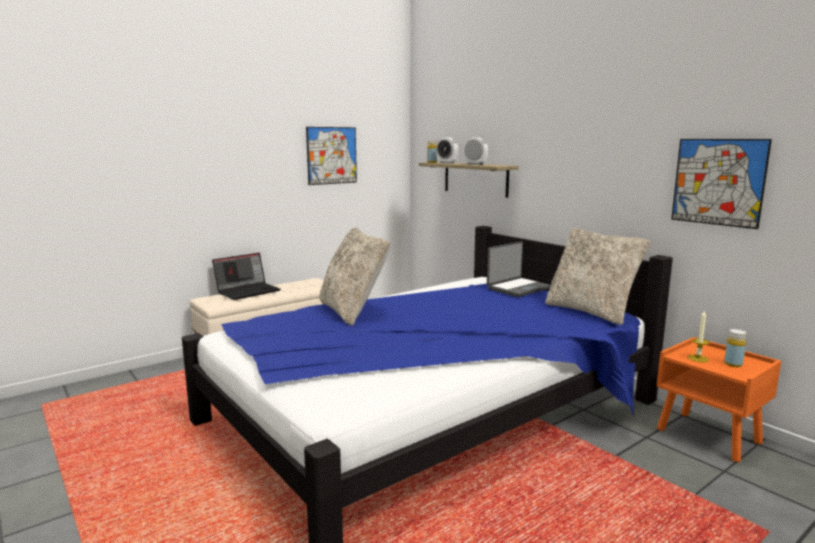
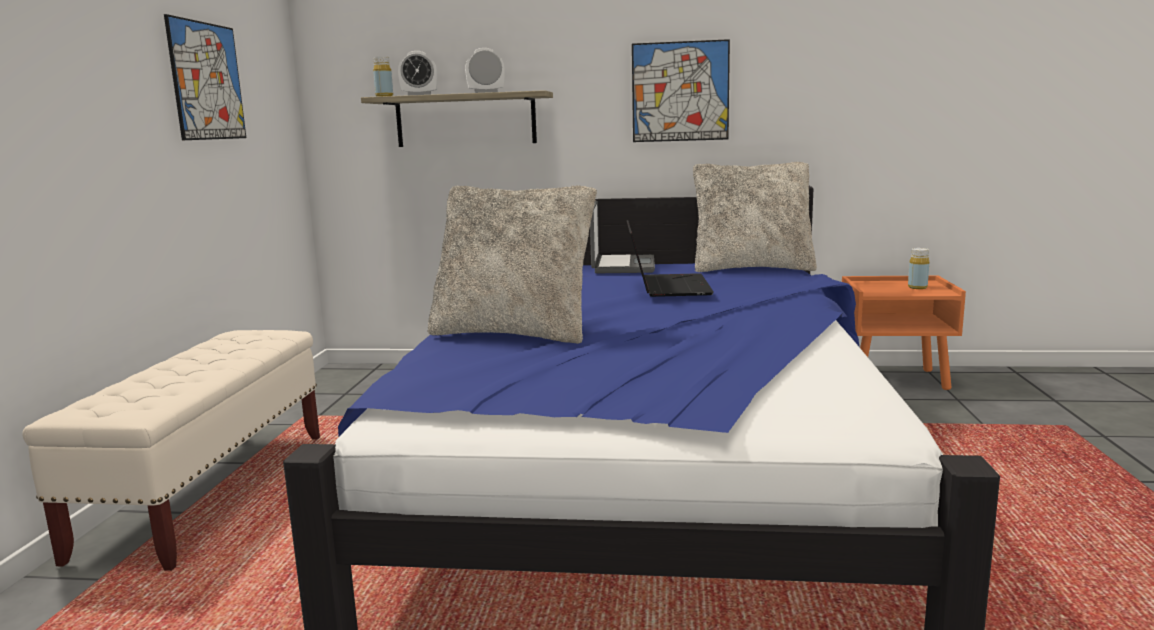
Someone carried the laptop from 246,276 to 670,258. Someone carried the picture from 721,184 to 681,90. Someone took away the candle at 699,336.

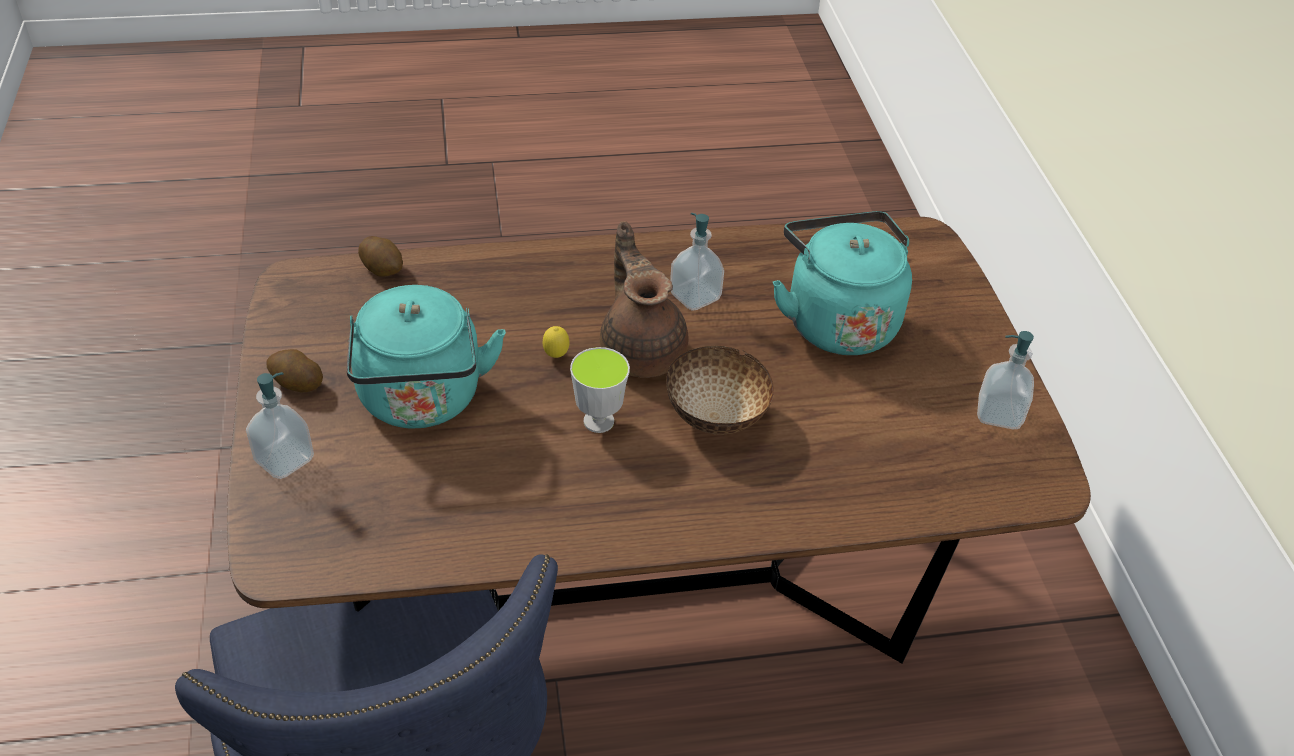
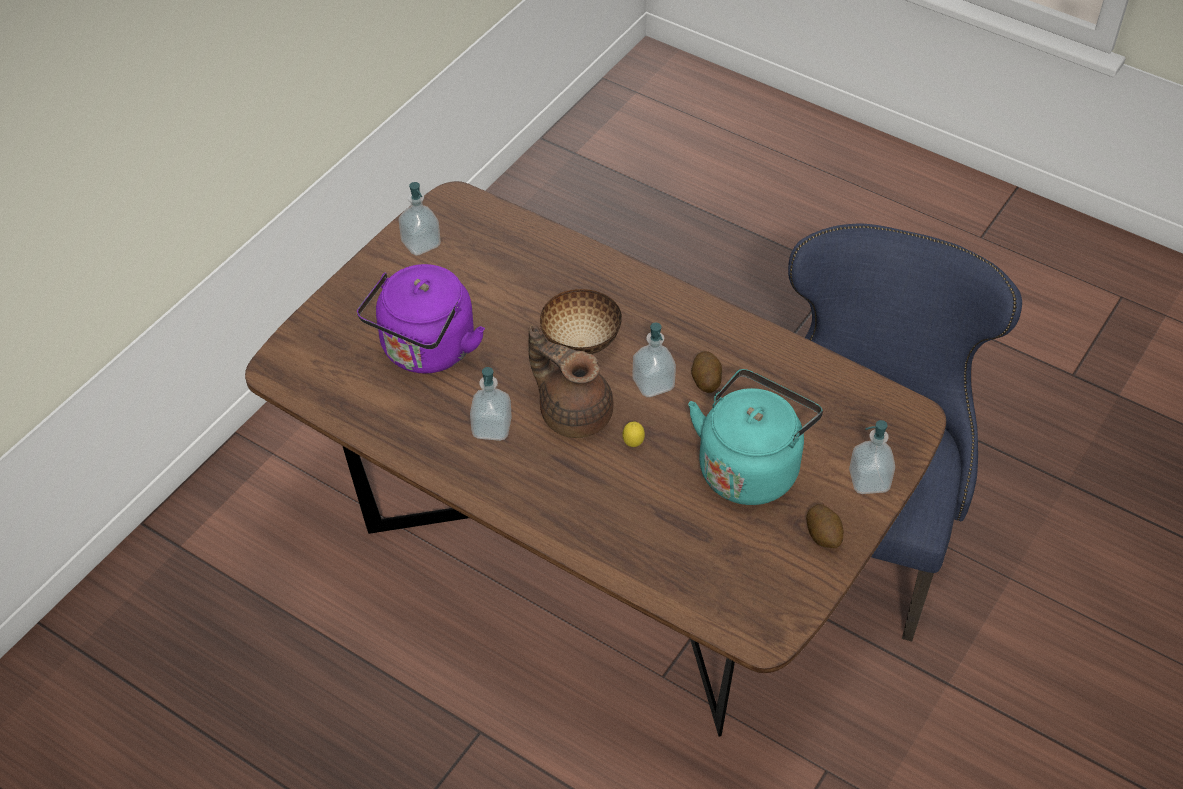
Someone carried the potato from 380,256 to 706,372. Someone swapped the cup at 600,390 for the soap_dispenser at 654,359. Someone rotated the brown_teapot at 644,299 by 105 degrees clockwise. Someone repainted the turquoise_kettle at 842,283, which became the purple_kettle at 421,318.

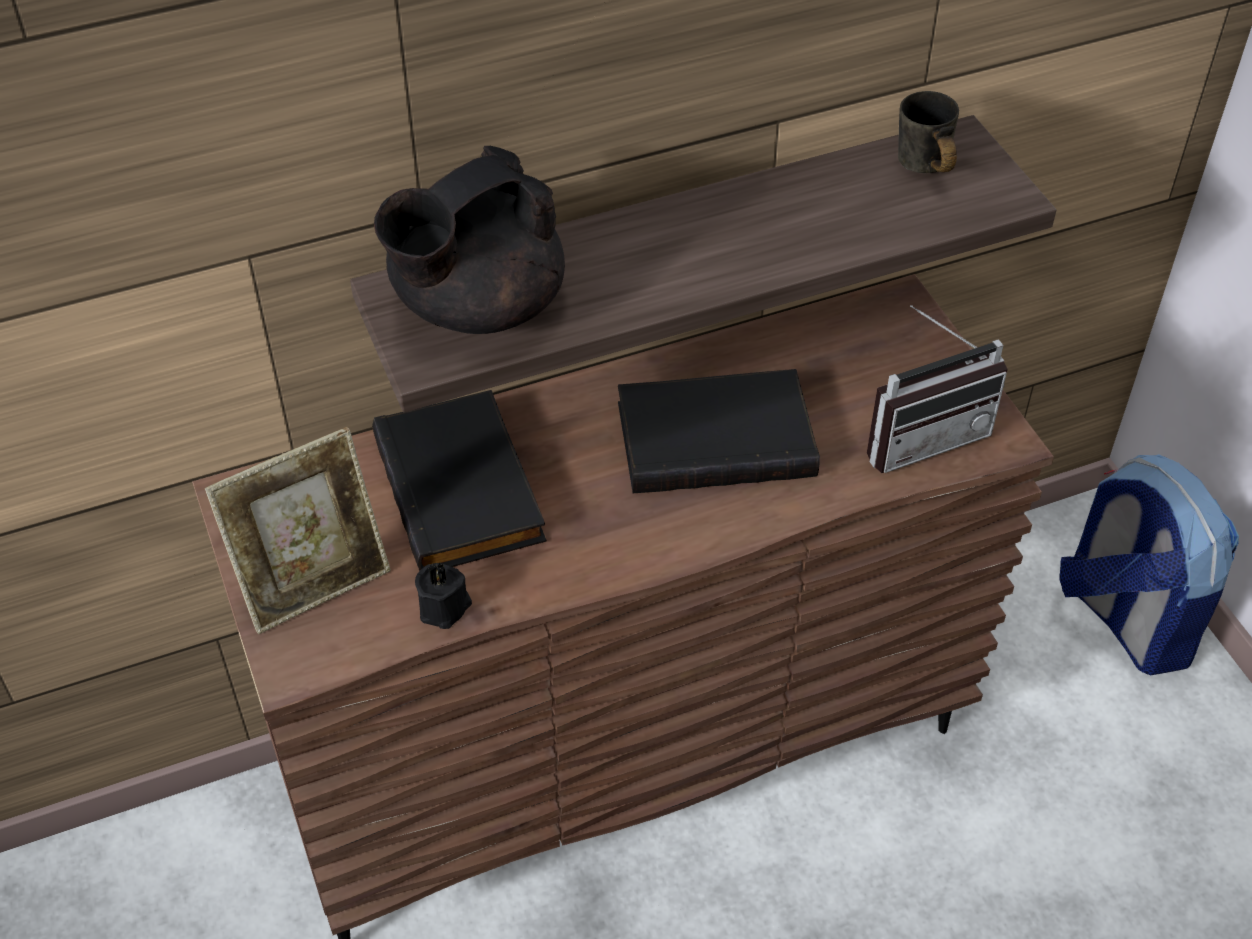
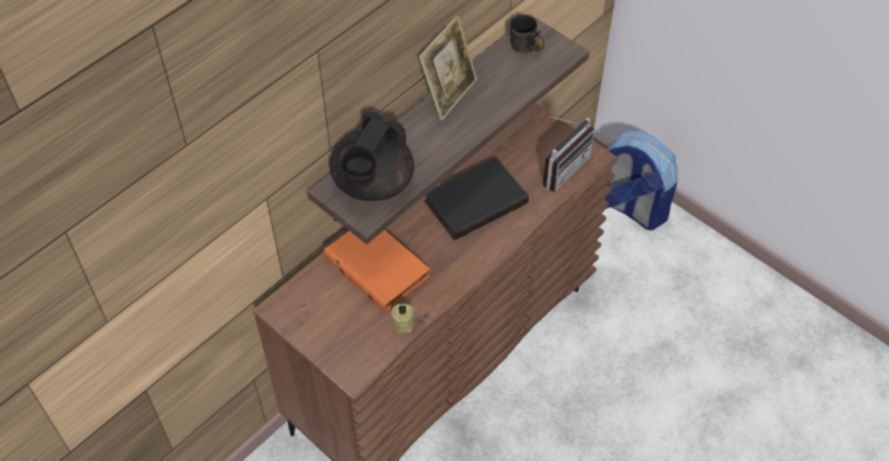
Someone carried the picture_frame from 298,530 to 448,68. Someone repainted the black_book at 459,480, which became the orange_book at 377,271. Someone repainted the black_candle at 443,595, which became the beige_candle at 403,318.

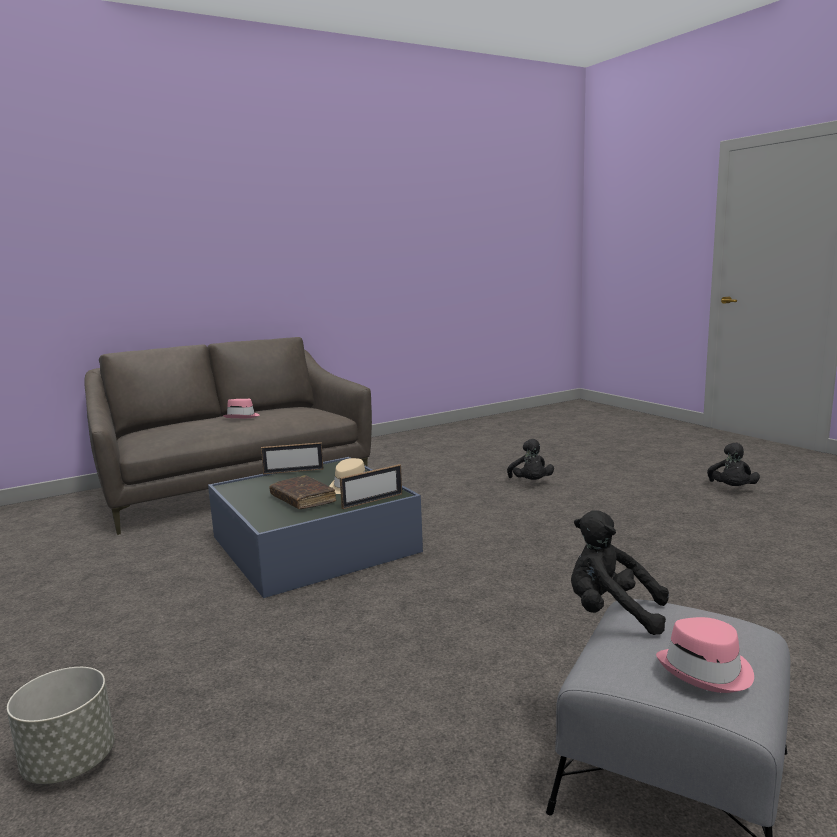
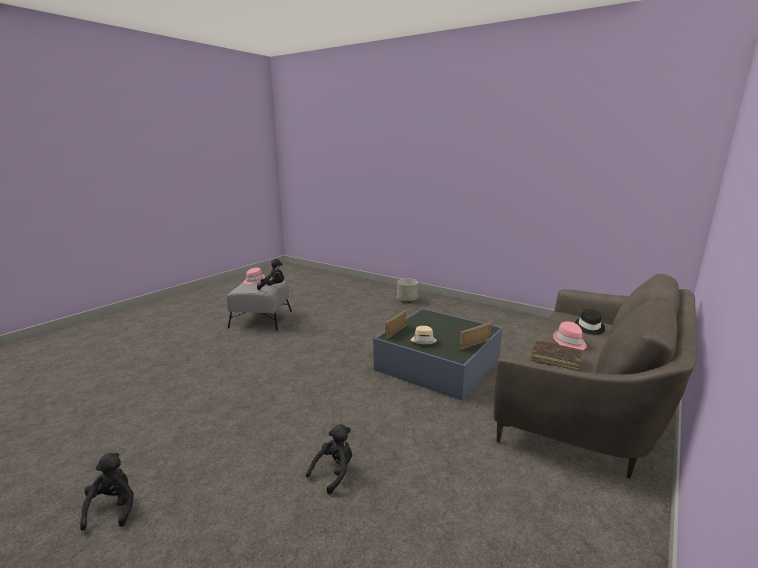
Someone carried the brown_book from 303,492 to 556,355. Someone rotated the black_plush_toy at 530,459 by 75 degrees clockwise. Someone put down the black_hat at 590,322.

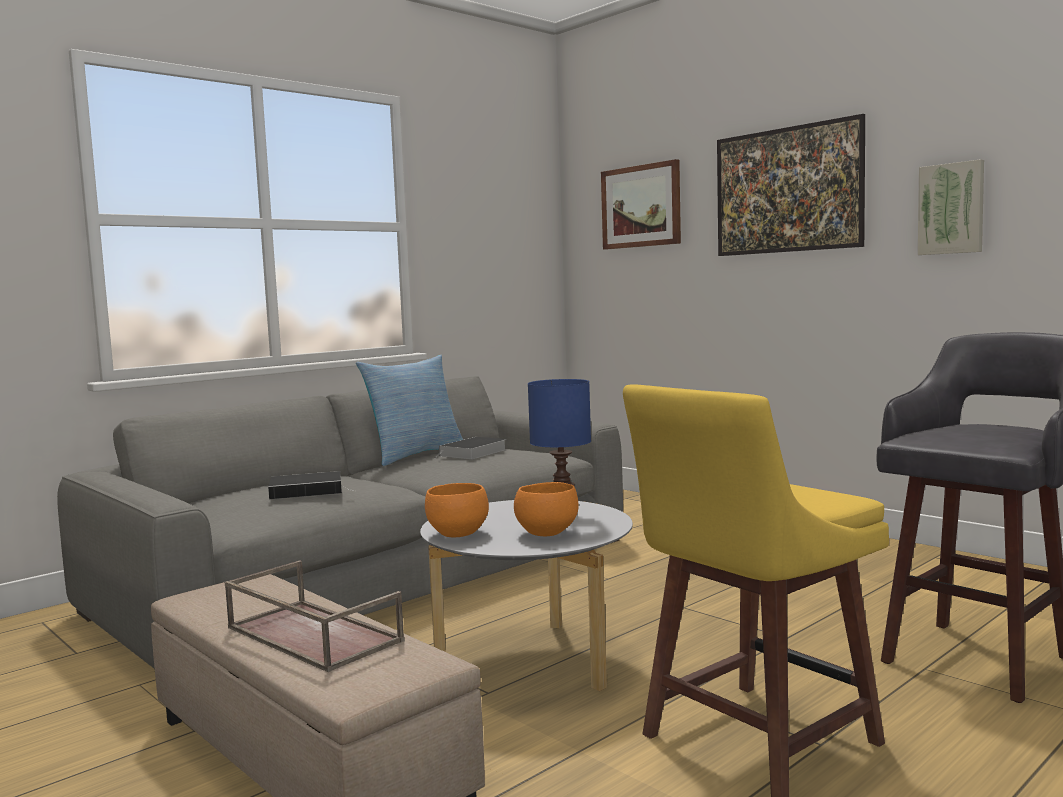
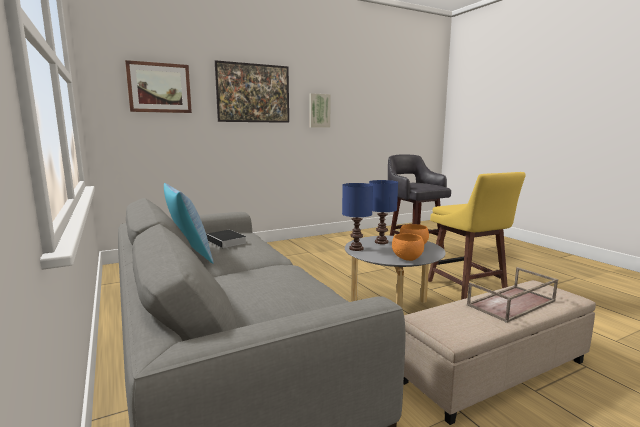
Someone took away the book at 311,485. Someone put down the blue_table_lamp at 357,217.

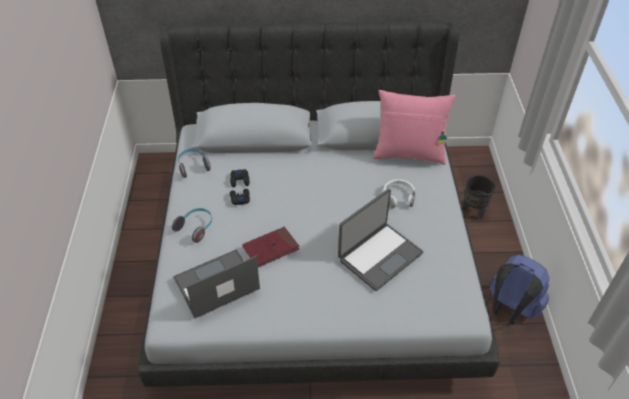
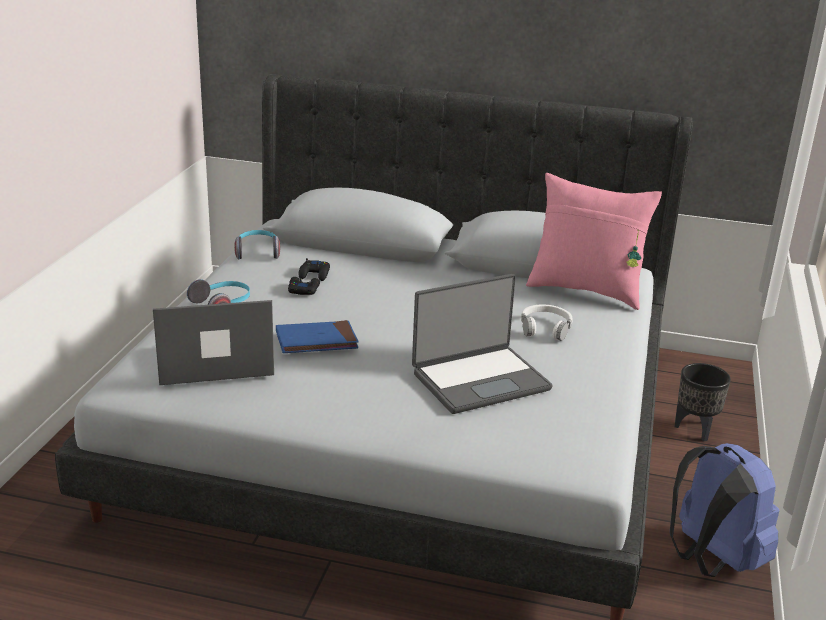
Someone repainted the red_book at 271,247, which became the blue_book at 317,336.

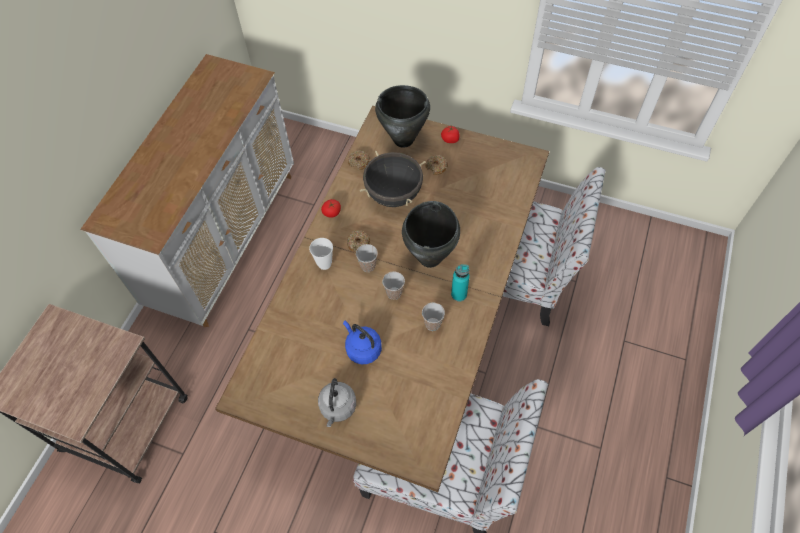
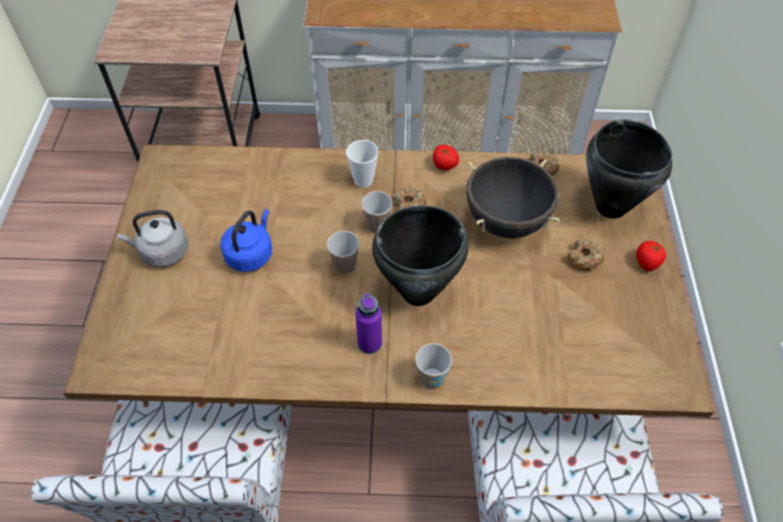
Someone carried the cup from 433,317 to 433,366. Someone repainted the turquoise_bottle at 460,283, which became the purple_bottle at 368,323.

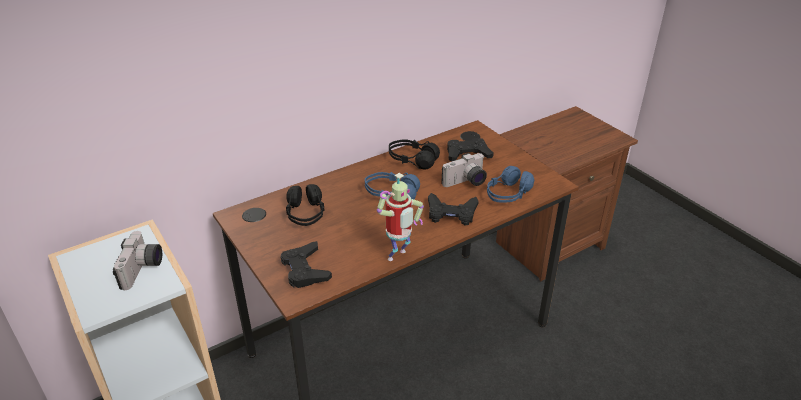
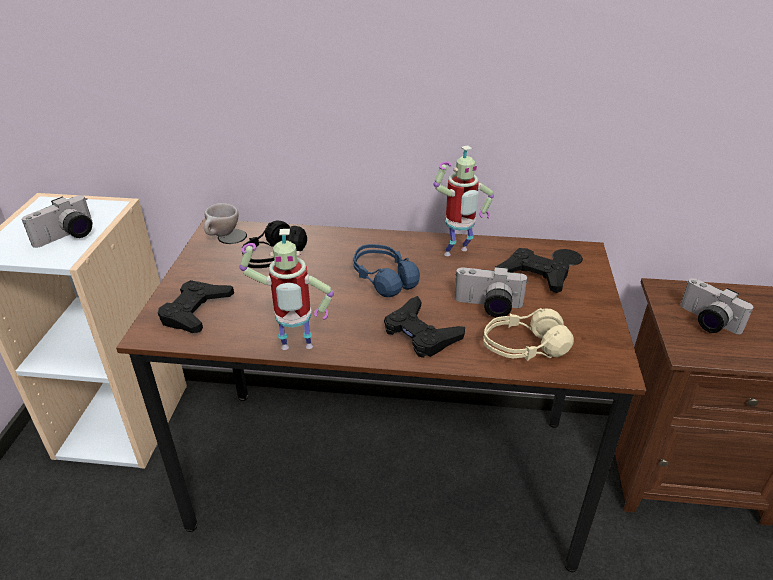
Someone swapped the black_headphones at 414,154 for the toy_robot at 463,200. Someone repainted the blue_headphones at 510,184, which became the beige_headphones at 528,334. Someone put down the beige_cup at 221,220. Someone put down the photo_camera at 717,306.

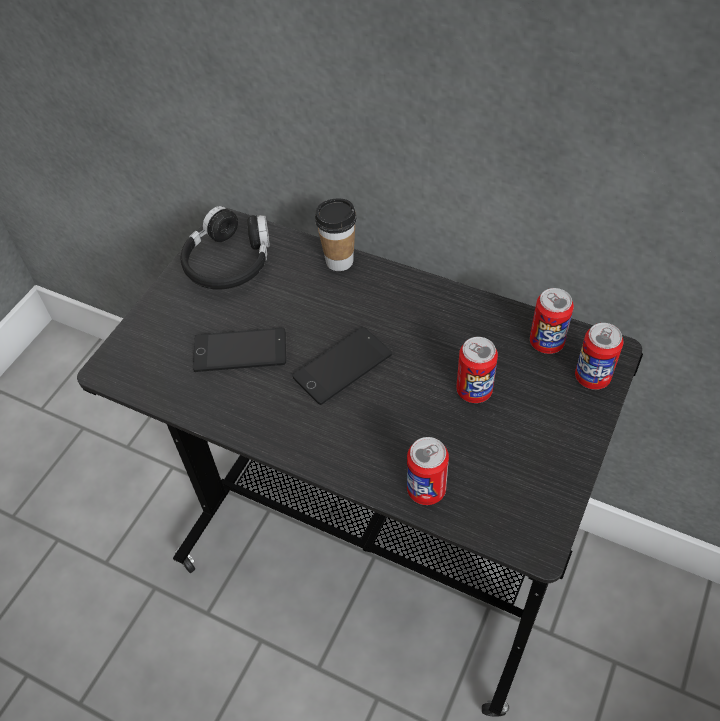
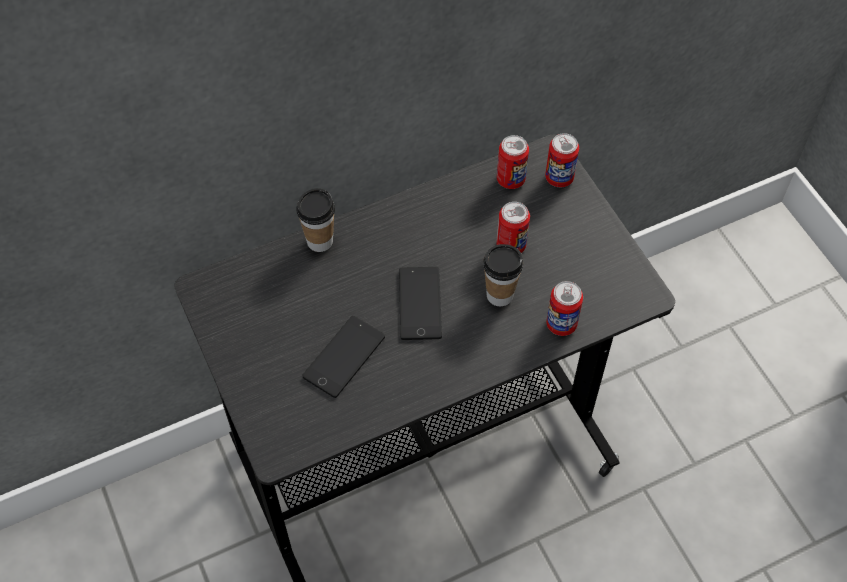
Someone took away the black_headphones at 225,248. Someone put down the cup at 503,275.

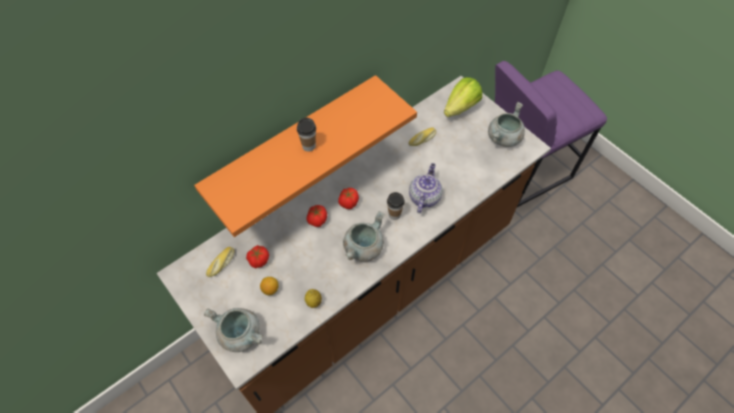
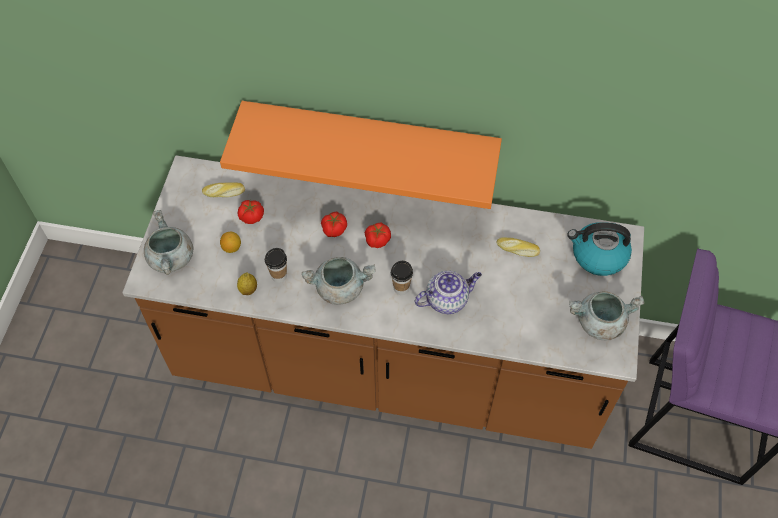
Someone carried the cup from 306,134 to 276,265. Someone swapped the lettuce at 463,97 for the kettle at 599,249.

